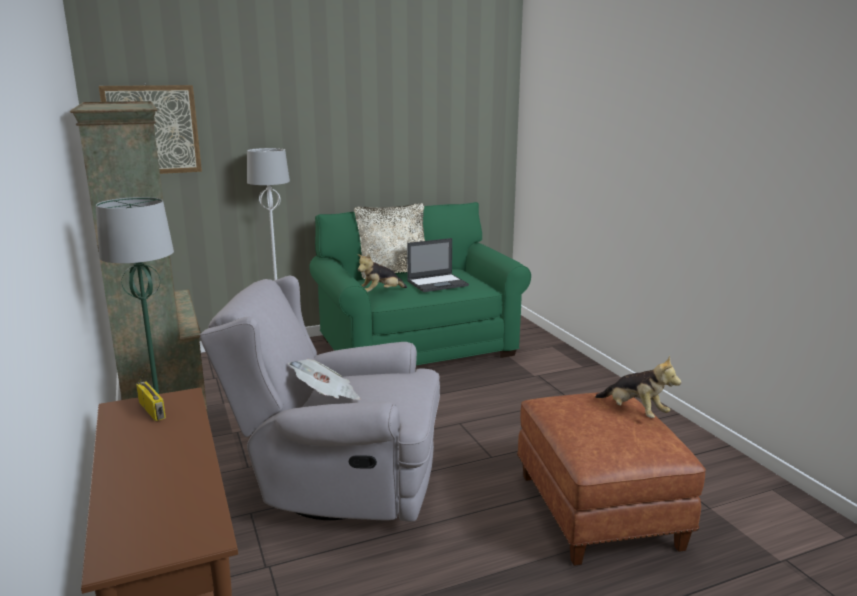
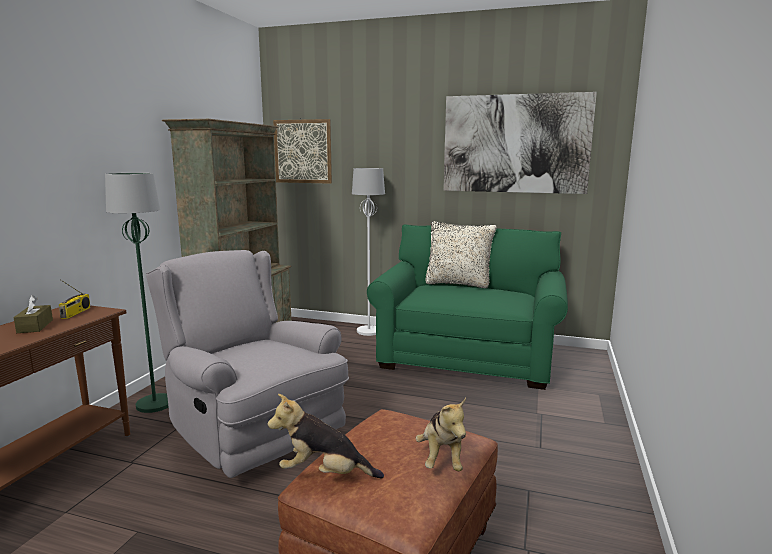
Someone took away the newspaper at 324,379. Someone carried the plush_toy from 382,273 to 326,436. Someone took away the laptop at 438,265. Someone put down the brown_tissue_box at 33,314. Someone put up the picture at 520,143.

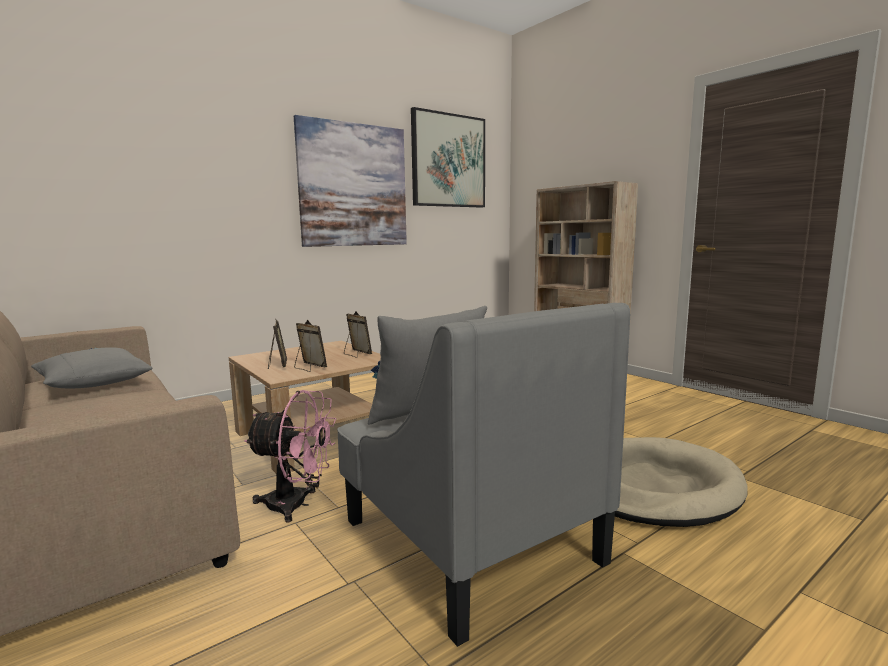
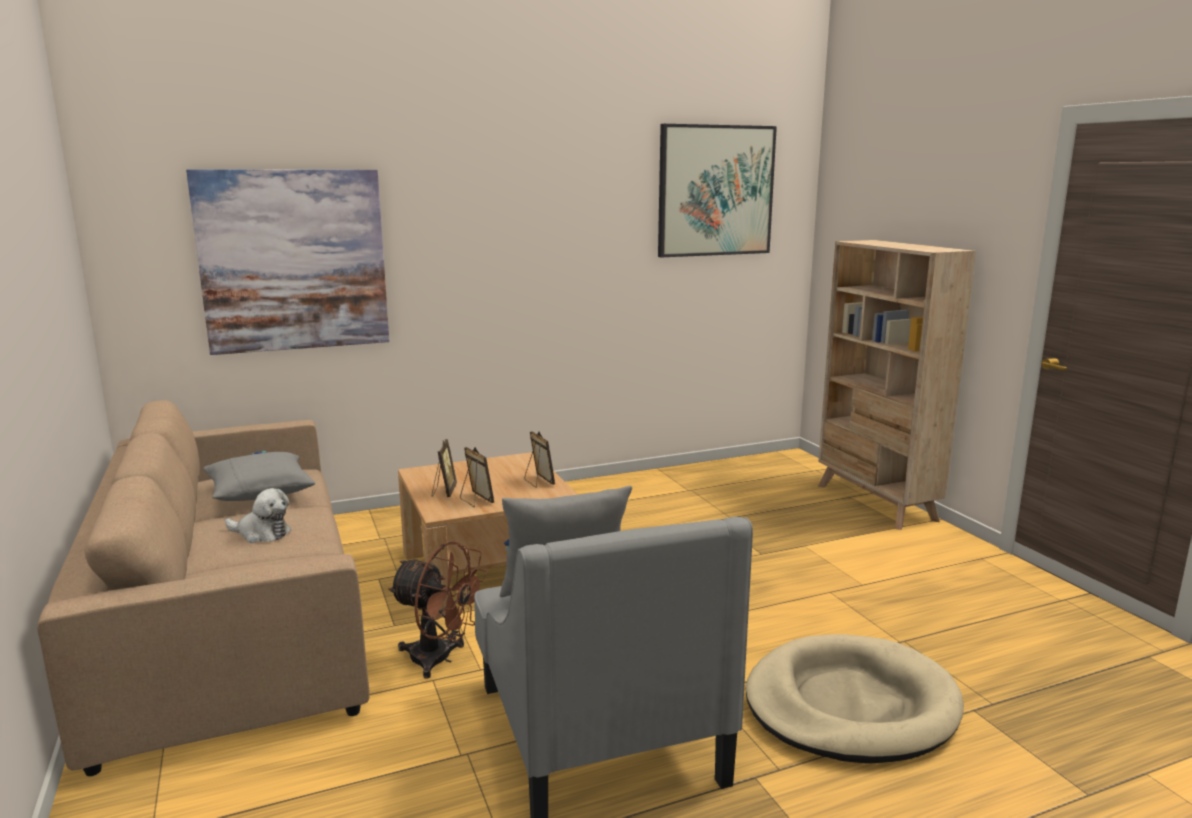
Someone repainted the pink_fan at 290,456, which became the brown_fan at 438,610. Someone carried the picture from 350,181 to 287,262. Someone put down the plush_toy at 258,515.

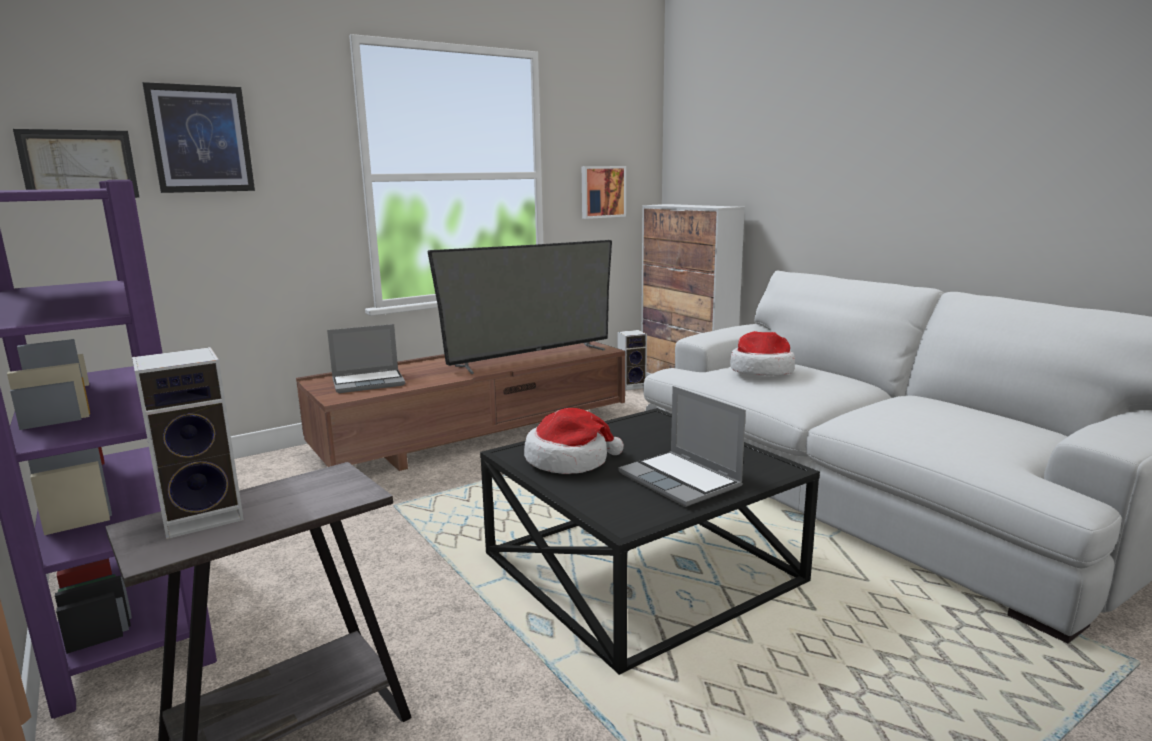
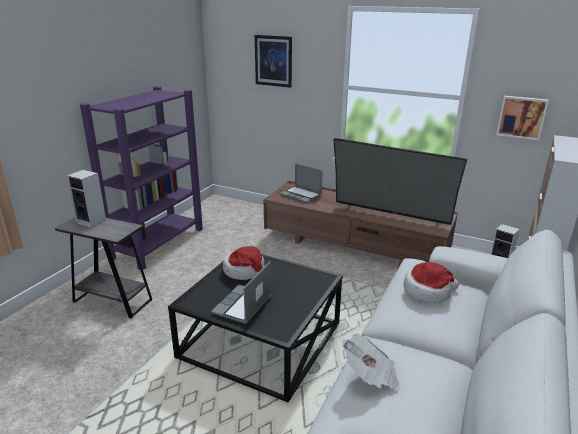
Someone took away the picture at 76,163. Someone put down the newspaper at 371,363.

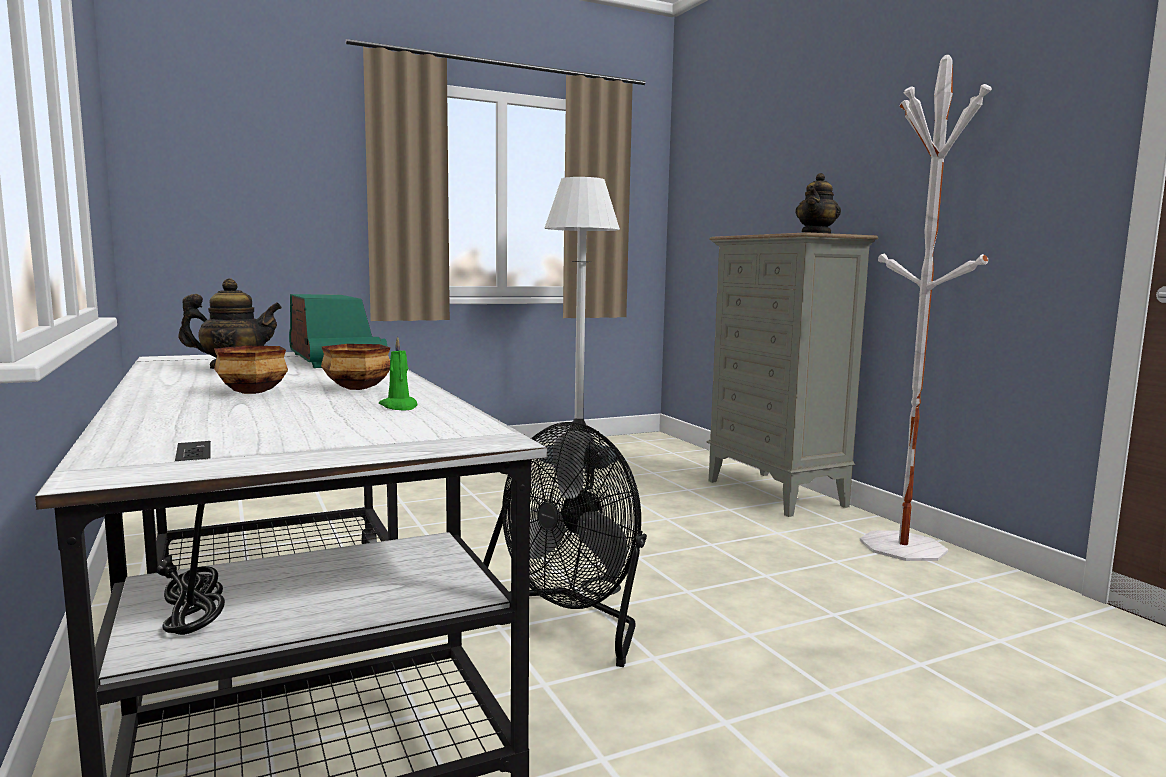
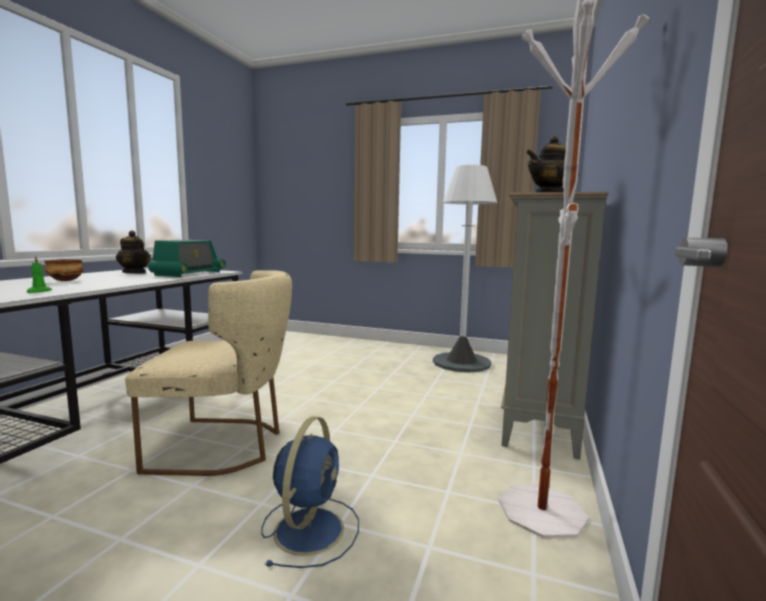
Someone took away the bowl at 355,367. Someone swapped the black_fan at 565,544 for the beige_chair at 208,373. Someone put down the blue_fan at 310,492.

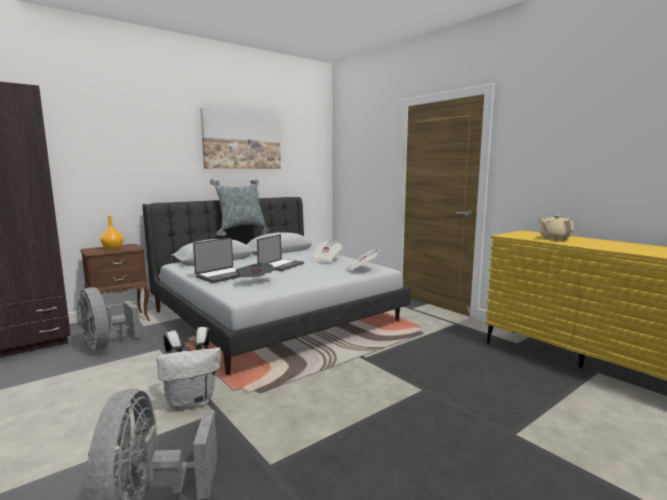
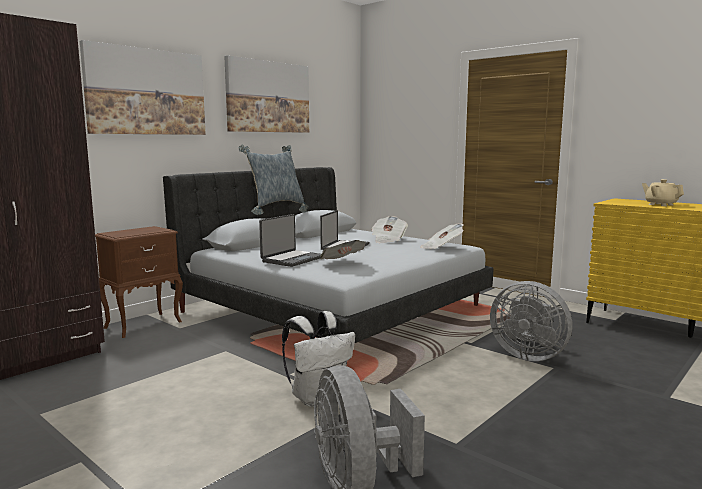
Someone carried the grey_fan from 109,319 to 531,321. Someone took away the orange_vase at 112,233. Someone put up the picture at 143,87.

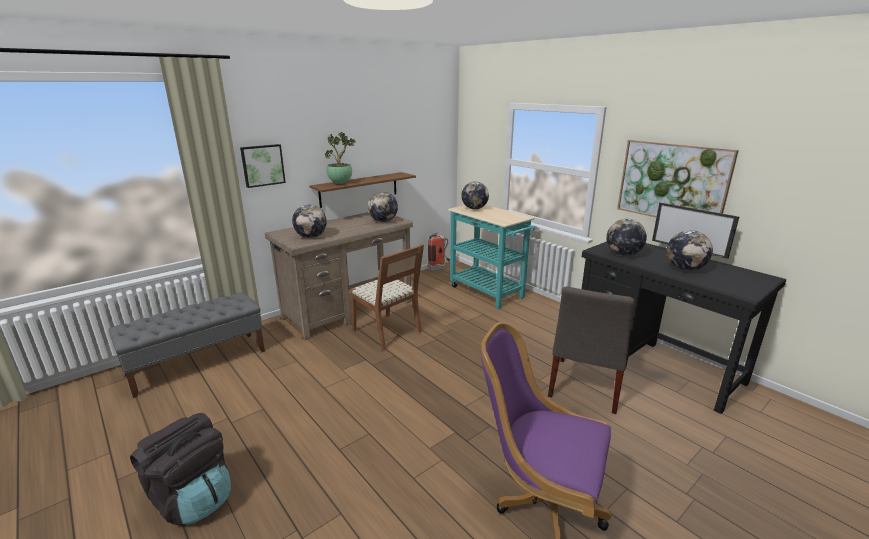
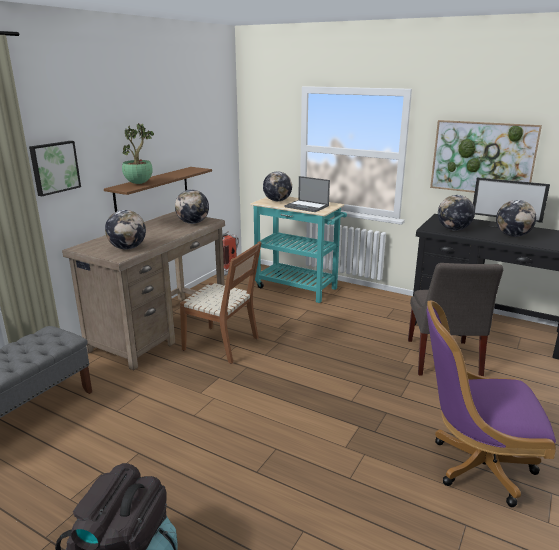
Someone put down the laptop at 307,194.

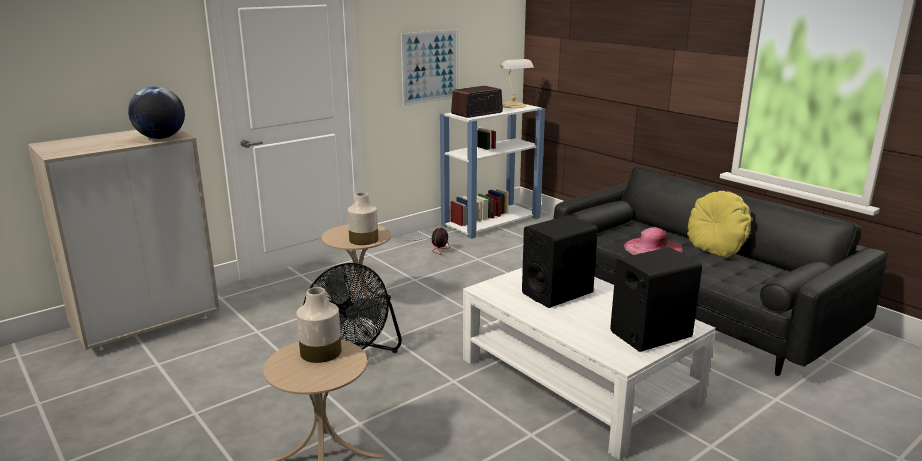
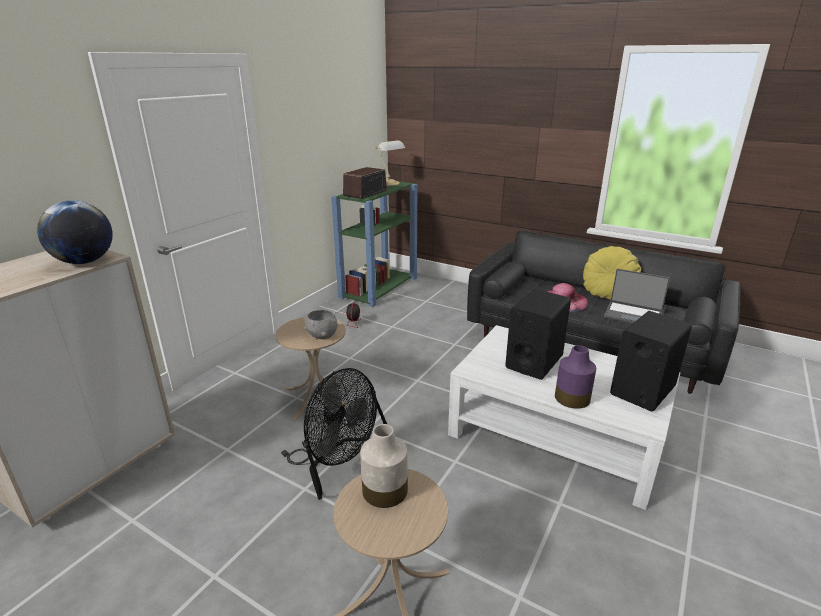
Someone swapped the beige_vase at 363,218 for the grey_bowl at 321,324. Someone took away the picture at 429,67. Someone repainted the white_bookcase at 492,171, which became the green_bookcase at 374,244. Someone put down the purple_vase at 575,377. Someone put down the laptop at 637,296.

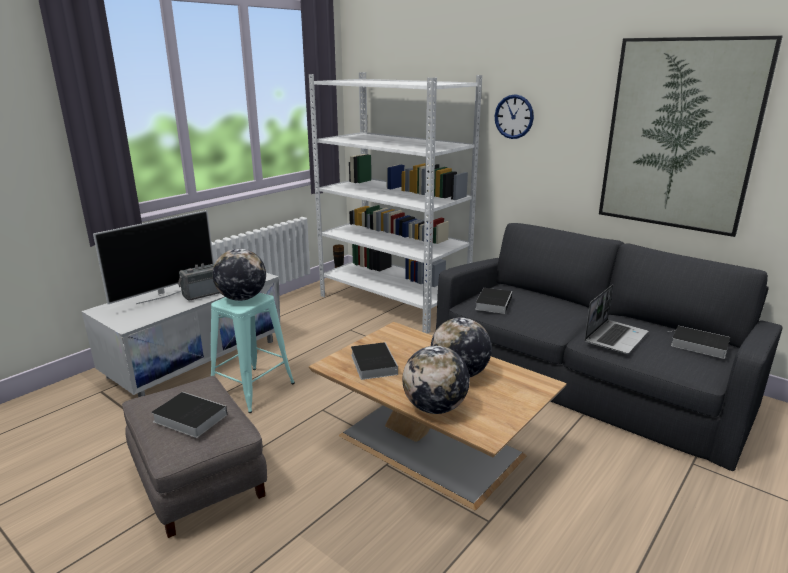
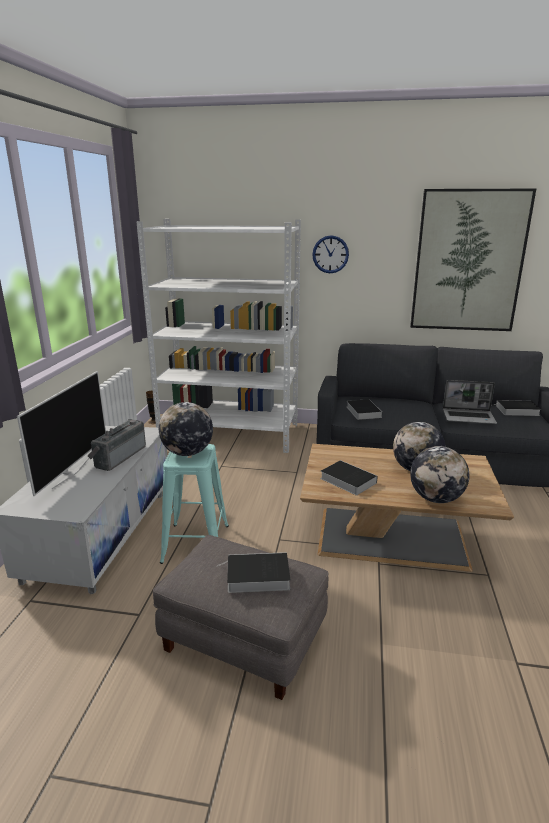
Someone rotated the laptop at 616,319 by 90 degrees clockwise.

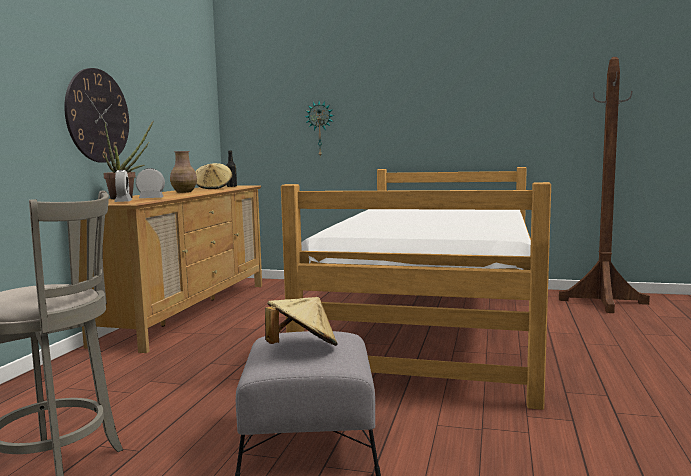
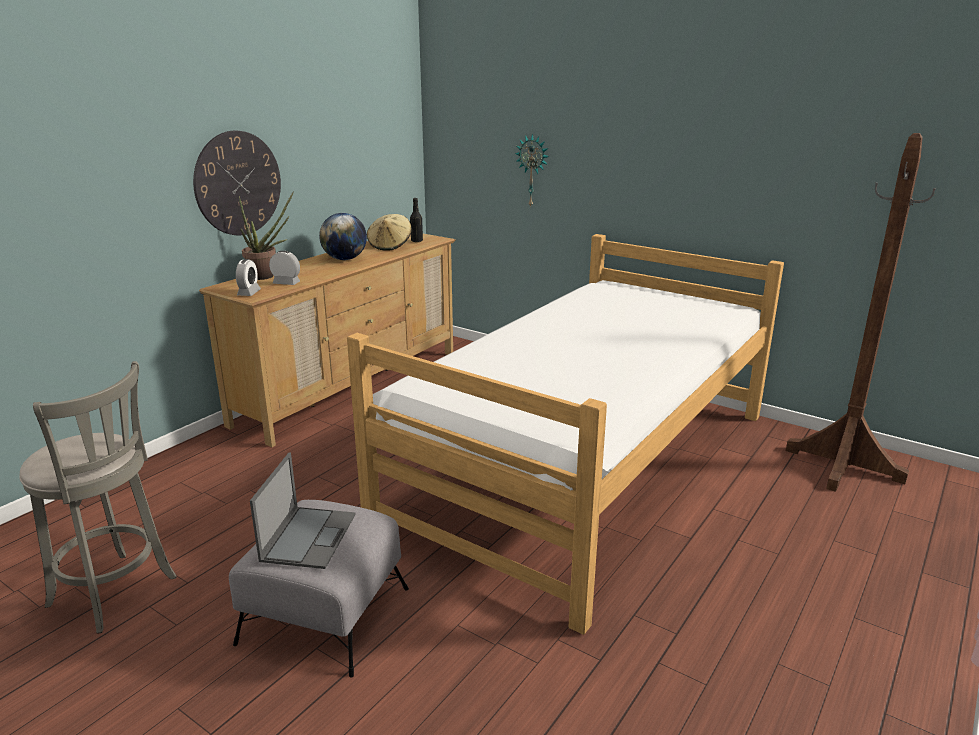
Someone swapped the brown_vase at 183,172 for the globe at 343,236. Someone swapped the beige_hat at 301,321 for the laptop at 303,510.

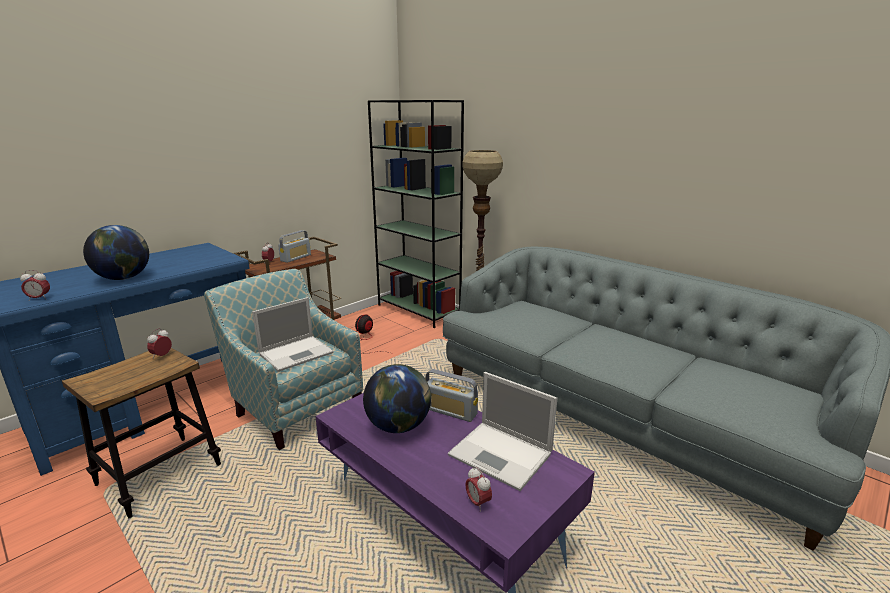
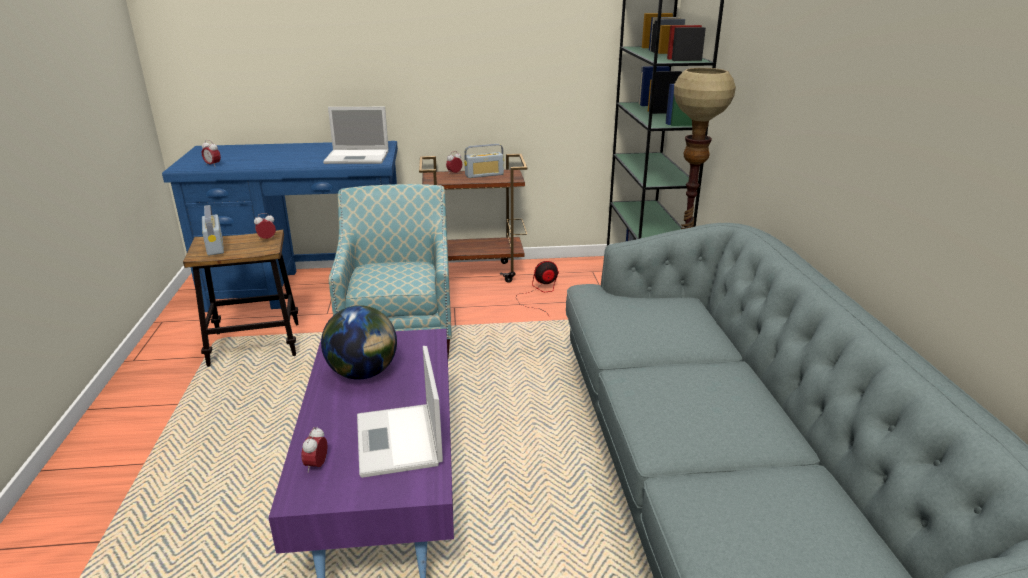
Someone took away the globe at 116,252. Someone carried the laptop from 293,334 to 356,135. Someone carried the radio from 451,395 to 213,230.

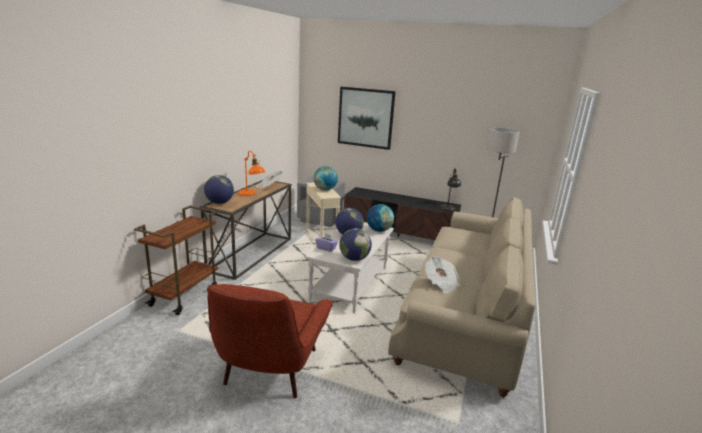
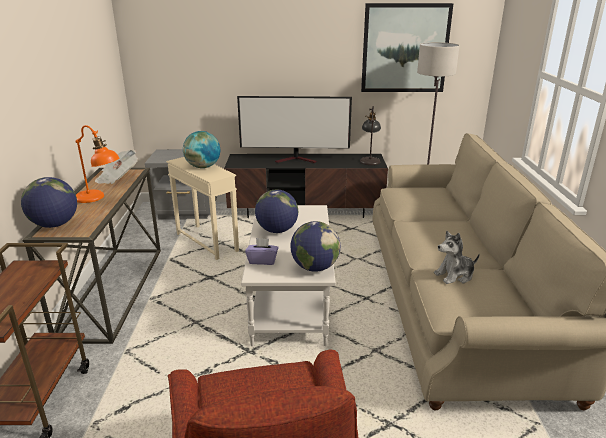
Someone carried the picture from 367,118 to 407,47. Someone took away the globe at 380,218. Someone swapped the newspaper at 442,275 for the plush_toy at 457,257. Someone put down the television at 294,129.

